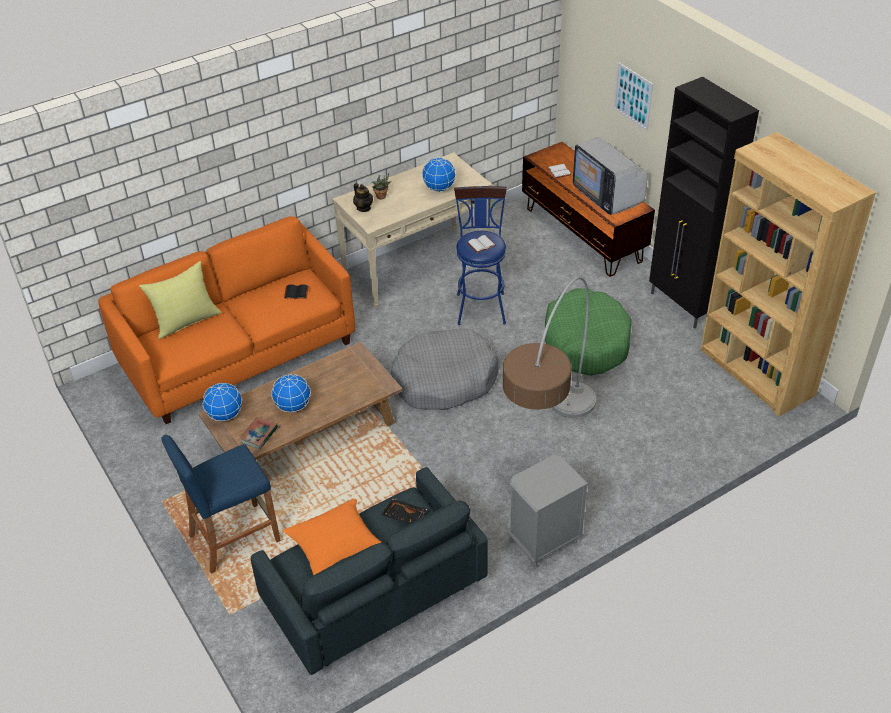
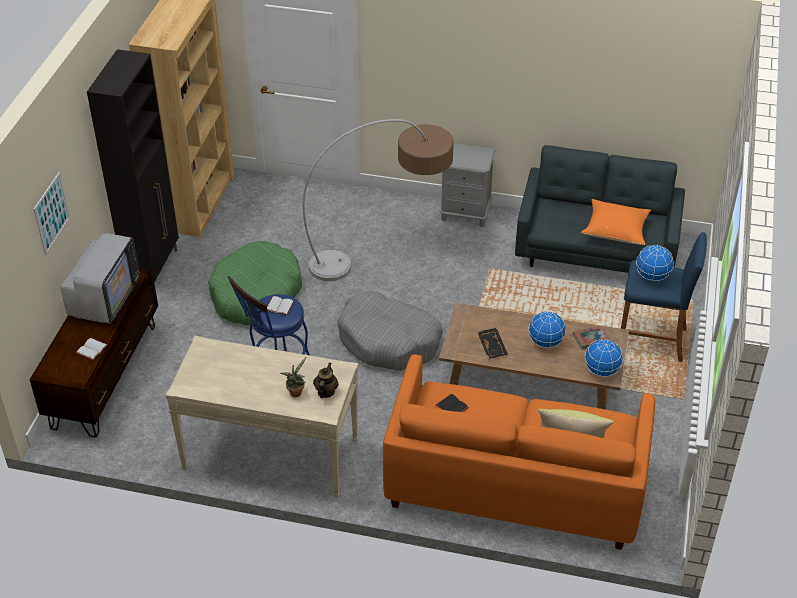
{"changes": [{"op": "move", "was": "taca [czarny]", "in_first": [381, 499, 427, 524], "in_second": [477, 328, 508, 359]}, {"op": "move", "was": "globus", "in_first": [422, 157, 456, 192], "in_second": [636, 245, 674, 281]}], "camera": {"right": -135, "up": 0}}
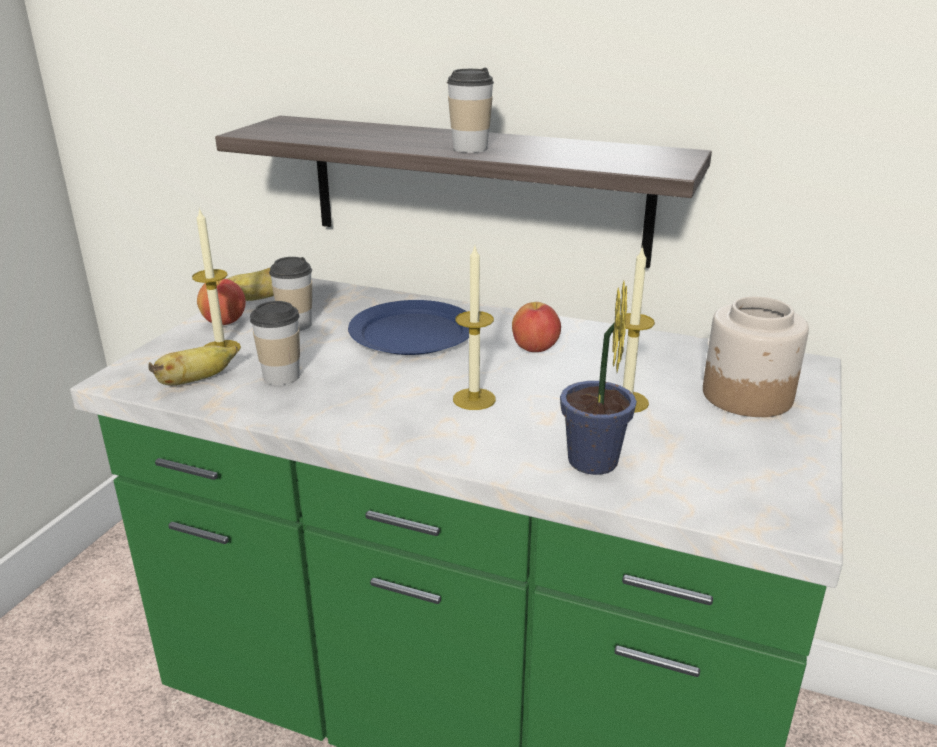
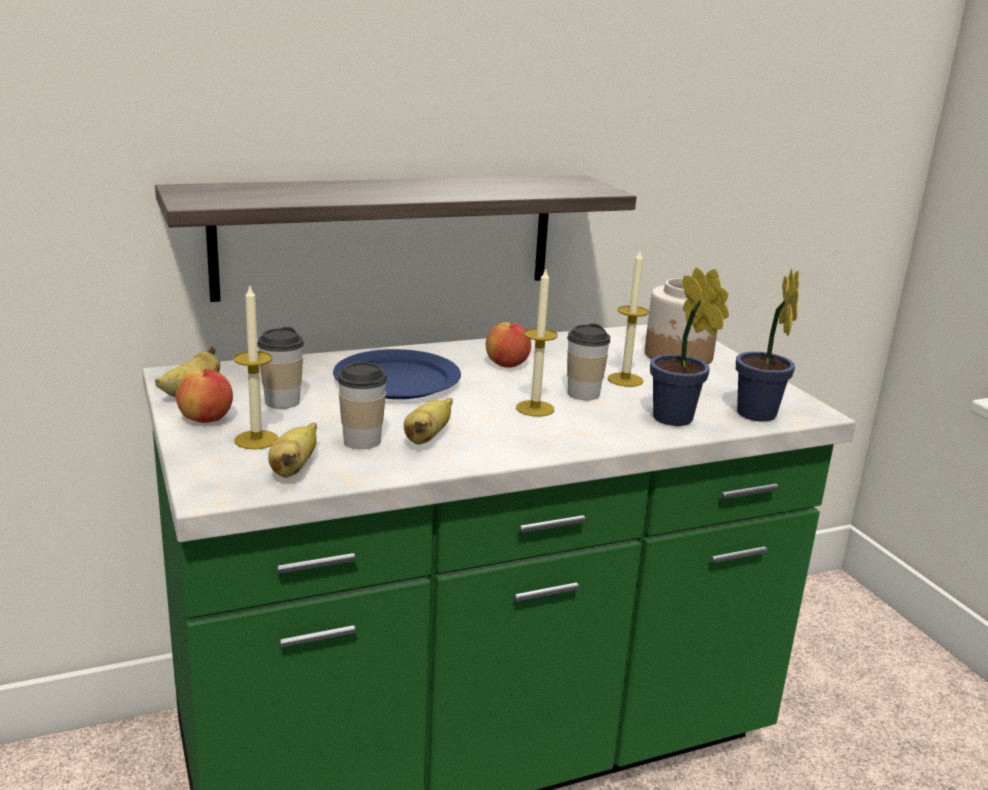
{"changes": [{"op": "insert", "now": "banan", "in_second": [404, 398, 453, 445]}, {"op": "insert", "now": "roślina doniczkowa", "in_second": [736, 269, 799, 422]}, {"op": "move", "was": "filiżanka", "in_first": [447, 68, 494, 153], "in_second": [567, 323, 610, 400]}], "camera": {"right": -45, "up": -5}}
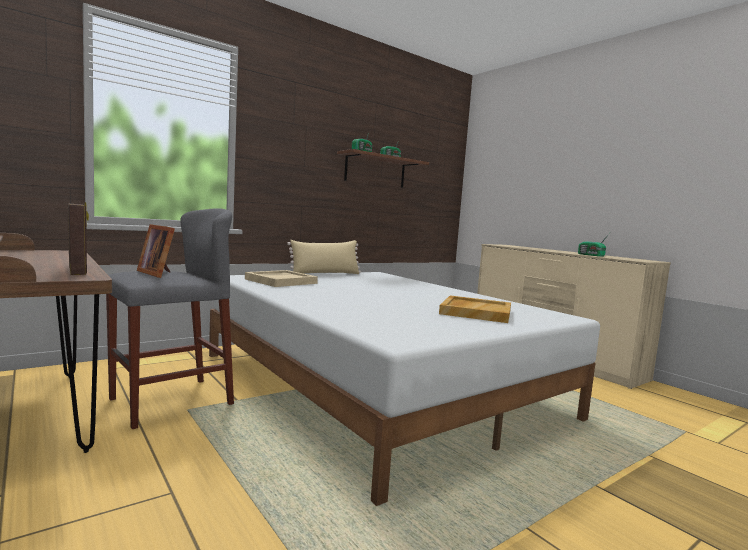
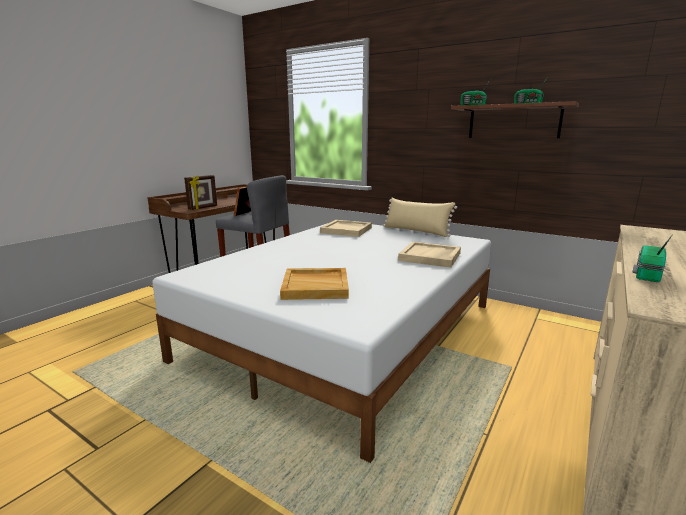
{"changes": [{"op": "insert", "now": "taca [beżowy]", "in_second": [398, 241, 461, 268]}], "camera": {"right": 70, "up": 10}}
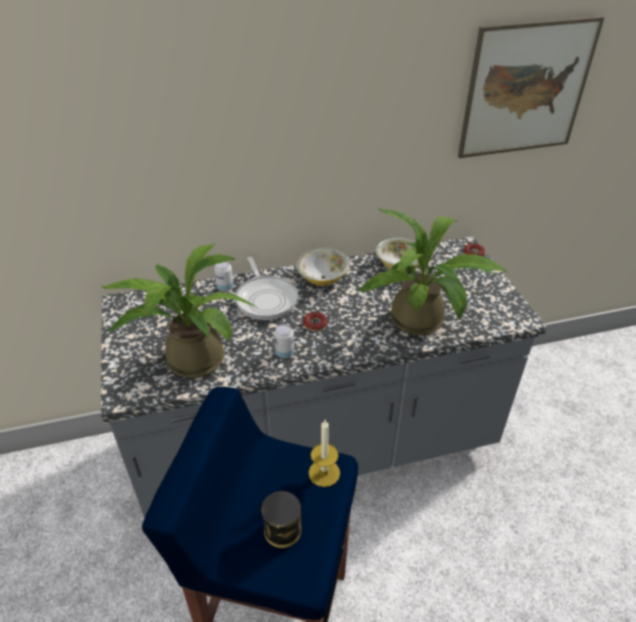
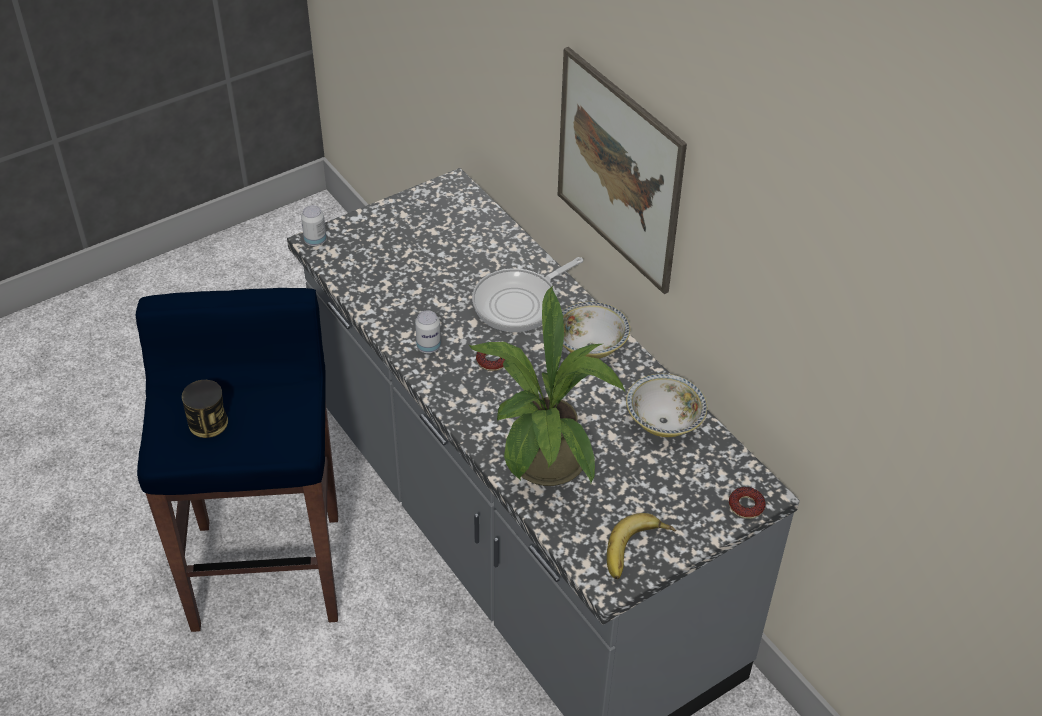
{"changes": [{"op": "delete", "was": "roślina doniczkowa", "in_first": [101, 244, 257, 378]}, {"op": "delete", "was": "świeca", "in_first": [309, 420, 340, 487]}, {"op": "insert", "now": "banan", "in_second": [607, 513, 676, 579]}, {"op": "move", "was": "puszka", "in_first": [214, 261, 234, 291], "in_second": [301, 205, 326, 246]}, {"op": "move", "was": "obraz", "in_first": [458, 16, 605, 158], "in_second": [558, 47, 687, 294]}], "camera": {"right": 70, "up": 5}}
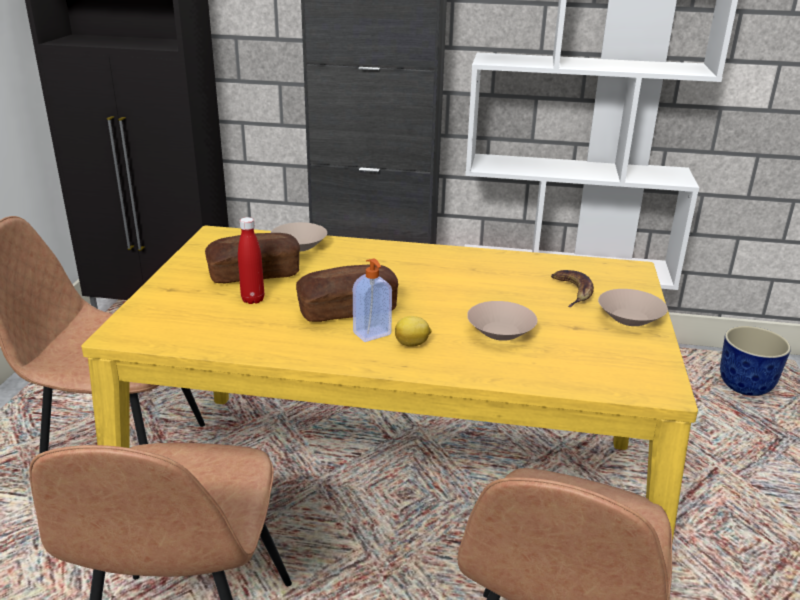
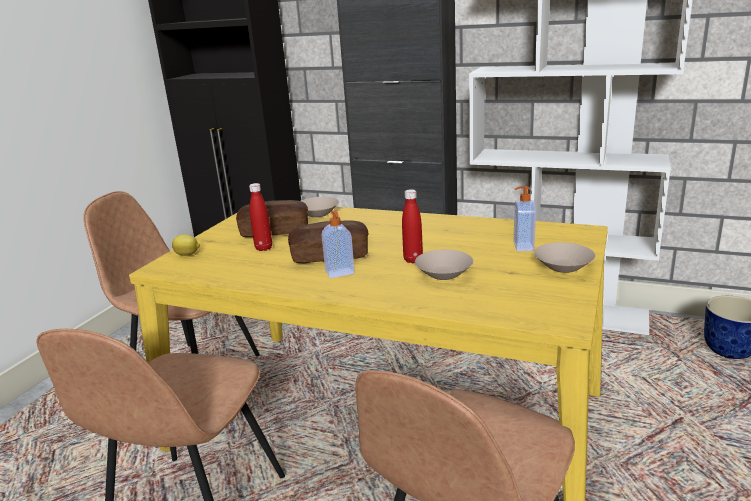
{"changes": [{"op": "insert", "now": "butelka [czerwony]", "in_second": [402, 189, 423, 263]}, {"op": "move", "was": "cytryna", "in_first": [395, 316, 431, 347], "in_second": [172, 234, 200, 256]}, {"op": "replace", "was": "banan", "now": "dozownik mydła", "in_first": [551, 270, 594, 307], "in_second": [514, 186, 536, 251]}], "camera": {"right": 15, "up": -5}}
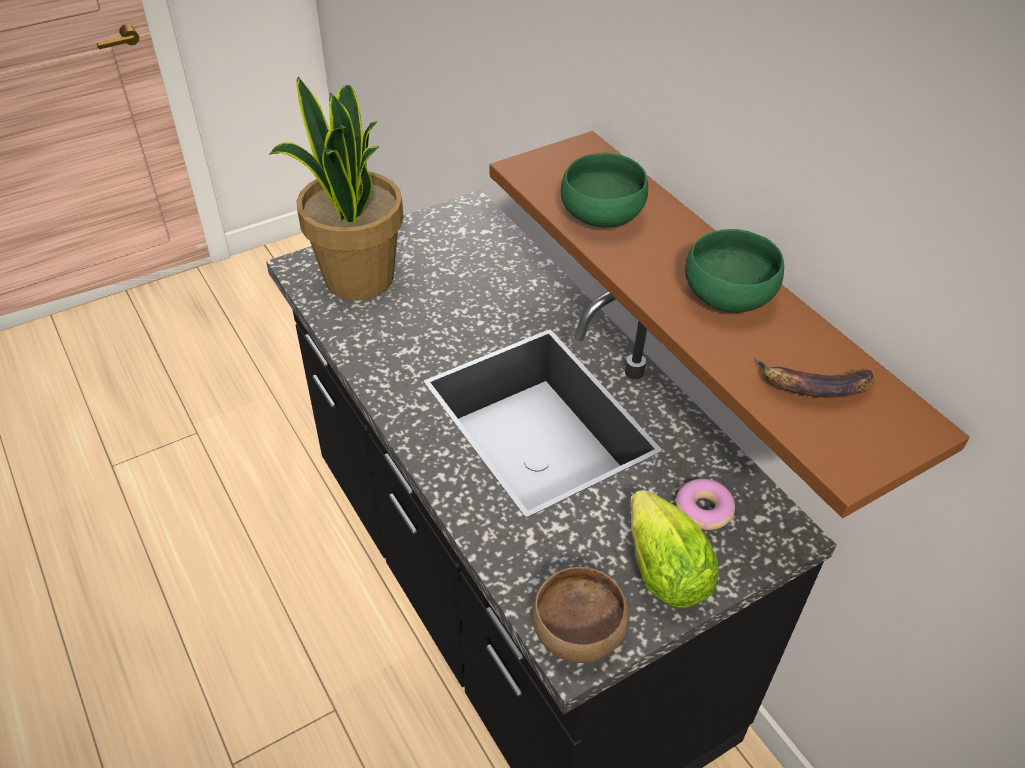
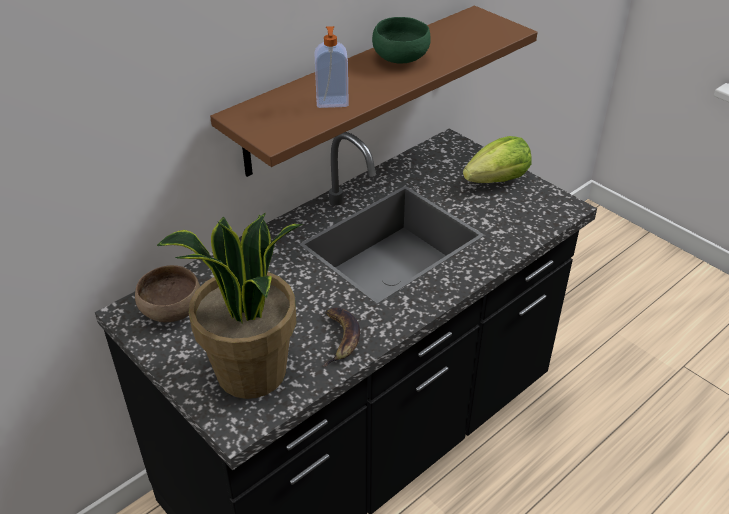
{"changes": [{"op": "delete", "was": "donut", "in_first": [675, 479, 735, 530]}, {"op": "move", "was": "miska [brązowy]", "in_first": [532, 567, 629, 663], "in_second": [135, 265, 200, 322]}, {"op": "move", "was": "banan", "in_first": [755, 358, 875, 398], "in_second": [323, 308, 360, 367]}, {"op": "replace", "was": "miska [zielony]", "now": "dozownik mydła", "in_first": [561, 153, 648, 227], "in_second": [314, 26, 349, 108]}], "camera": {"right": -100, "up": -5}}
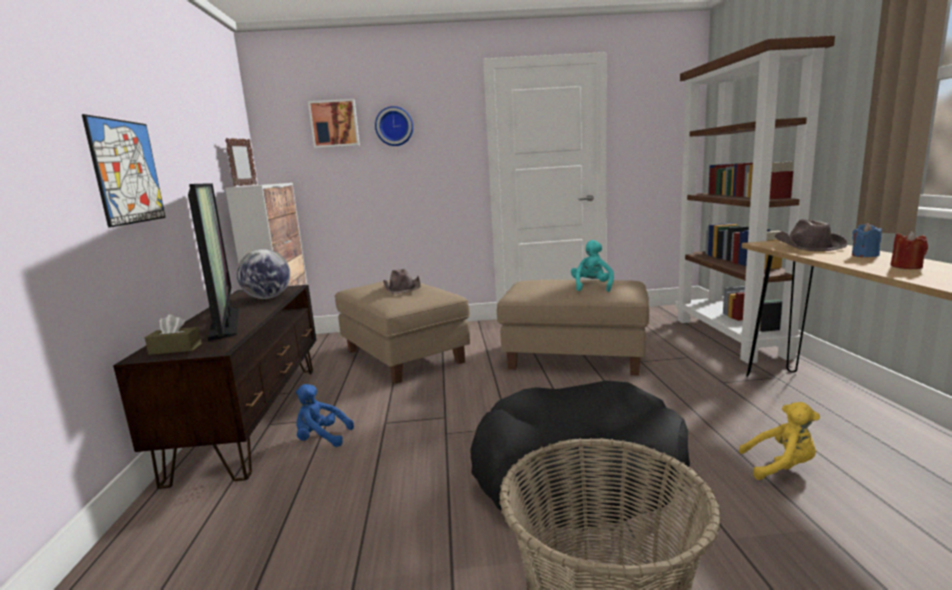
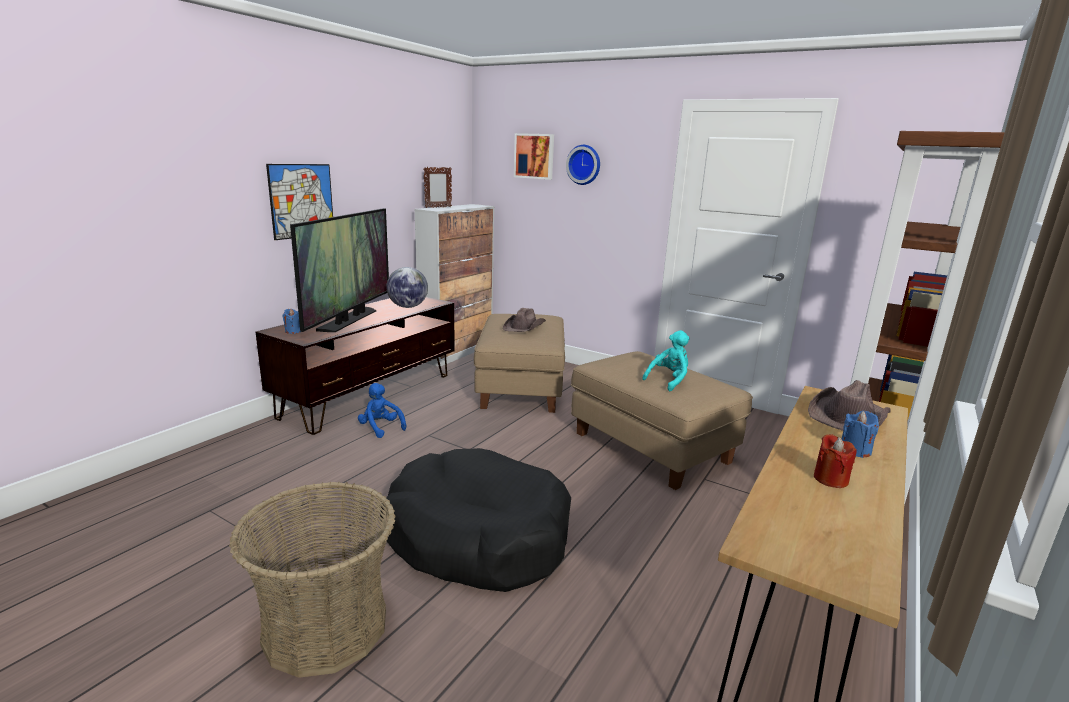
{"changes": [{"op": "delete", "was": "pluszak [żółty]", "in_first": [739, 402, 820, 480]}, {"op": "replace", "was": "pudełko chusteczek [brązowy]", "now": "świeca [niebieski]", "in_first": [145, 314, 202, 355], "in_second": [282, 309, 300, 334]}], "camera": {"right": 35, "up": 5}}
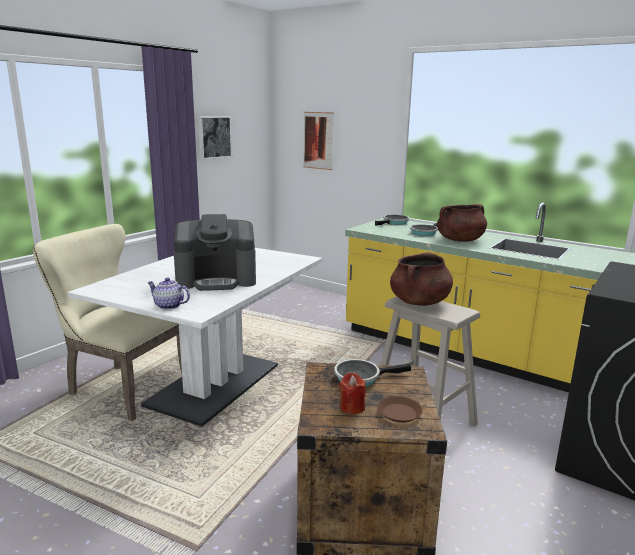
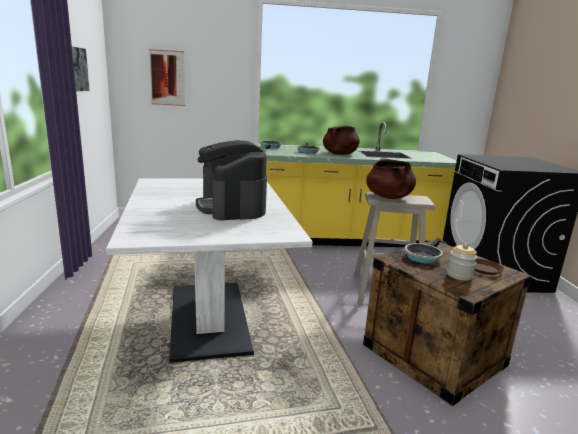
{"changes": [{"op": "delete", "was": "krzesło [beżowy]", "in_first": [33, 224, 182, 421]}, {"op": "delete", "was": "imbryk", "in_first": [147, 278, 190, 310]}, {"op": "replace", "was": "świeca [czerwony]", "now": "słoik", "in_first": [339, 373, 366, 414], "in_second": [447, 244, 478, 281]}, {"op": "rotate", "was": "ekspres do kawy", "in_first": [174, 214, 256, 291], "in_second": [196, 140, 267, 220], "clockwise": 120}], "camera": {"right": -40, "up": 0}}
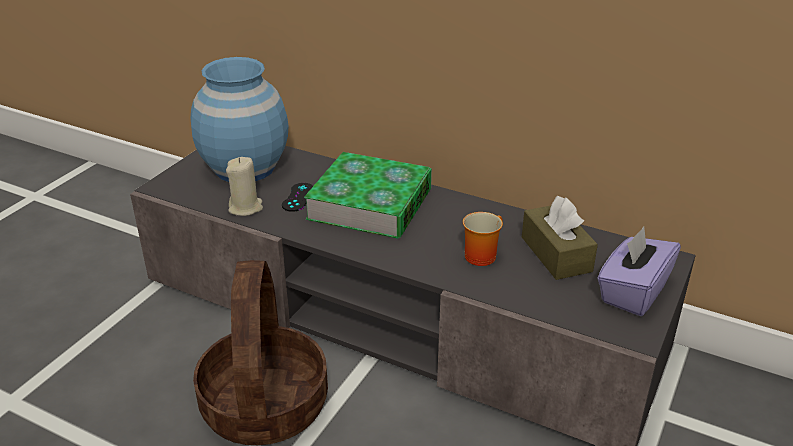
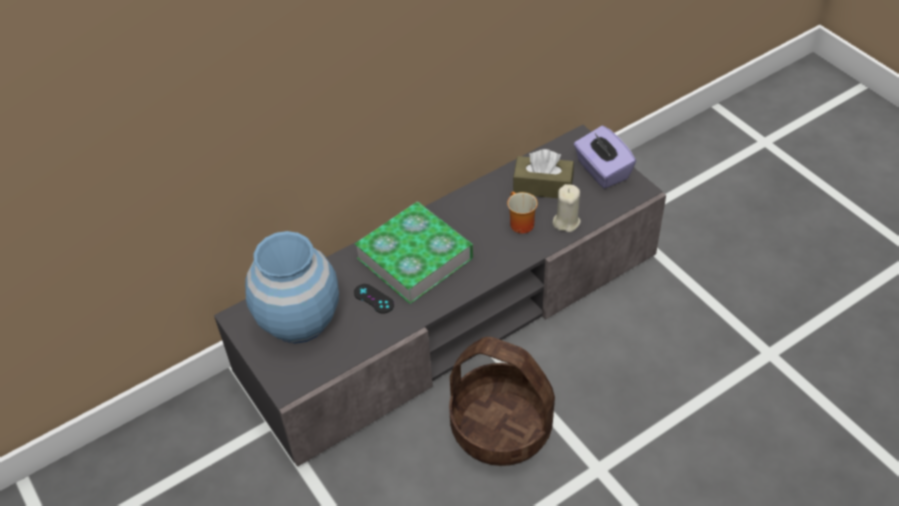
{"changes": [{"op": "move", "was": "świeca [beżowy]", "in_first": [226, 157, 263, 216], "in_second": [553, 184, 581, 232]}], "camera": {"right": -60, "up": 15}}
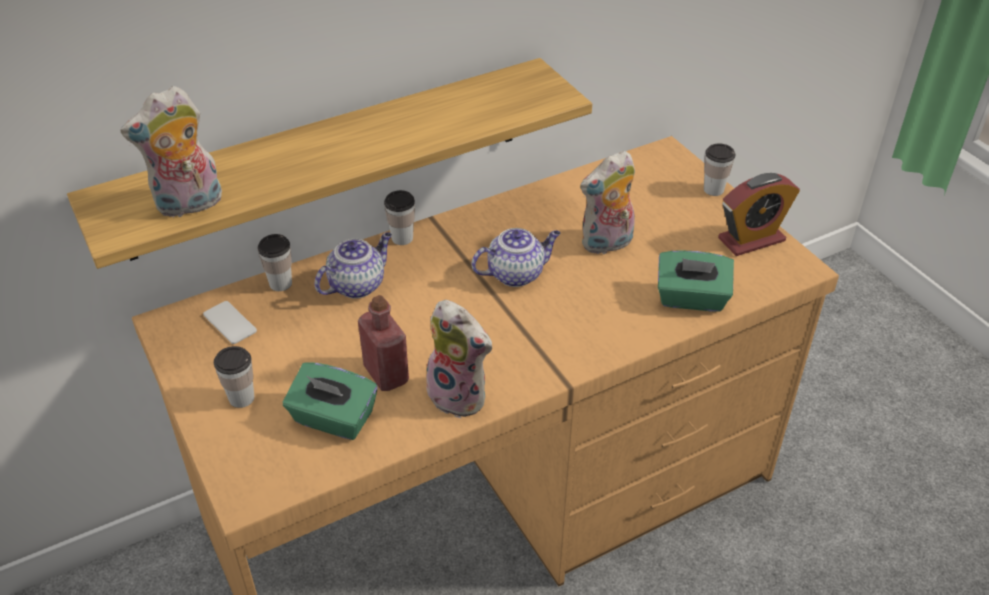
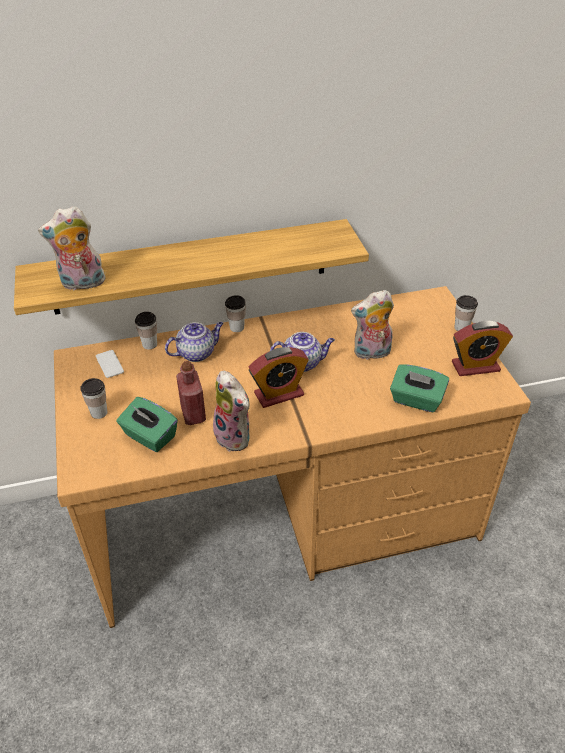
{"changes": [{"op": "insert", "now": "budzik", "in_second": [249, 347, 308, 408]}], "camera": {"right": 15, "up": 0}}
